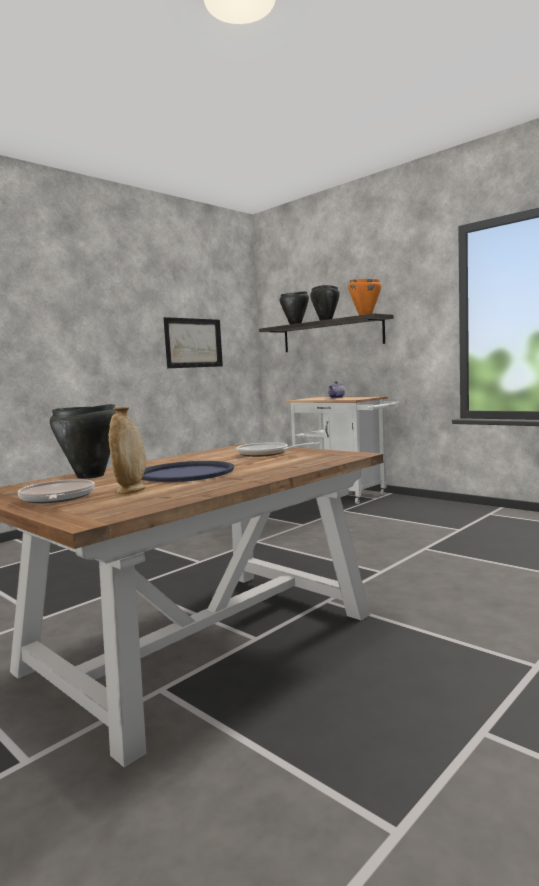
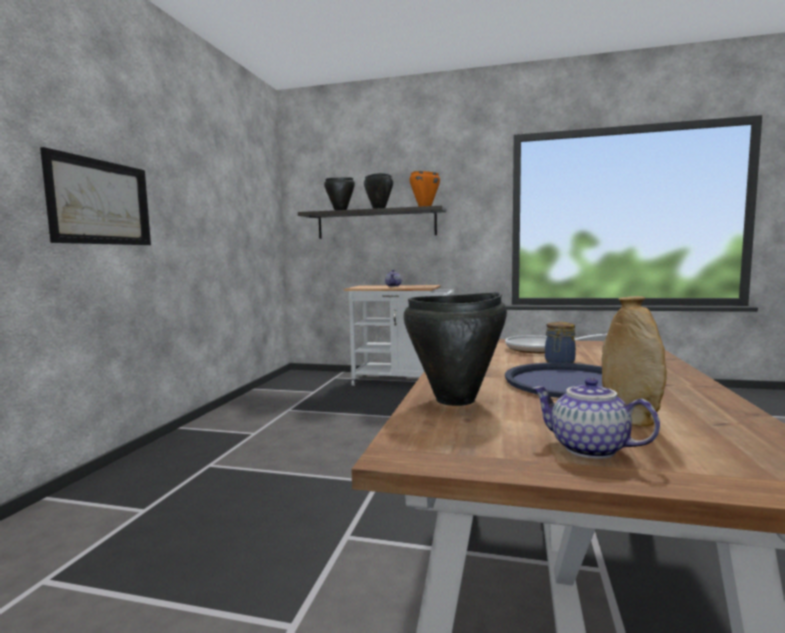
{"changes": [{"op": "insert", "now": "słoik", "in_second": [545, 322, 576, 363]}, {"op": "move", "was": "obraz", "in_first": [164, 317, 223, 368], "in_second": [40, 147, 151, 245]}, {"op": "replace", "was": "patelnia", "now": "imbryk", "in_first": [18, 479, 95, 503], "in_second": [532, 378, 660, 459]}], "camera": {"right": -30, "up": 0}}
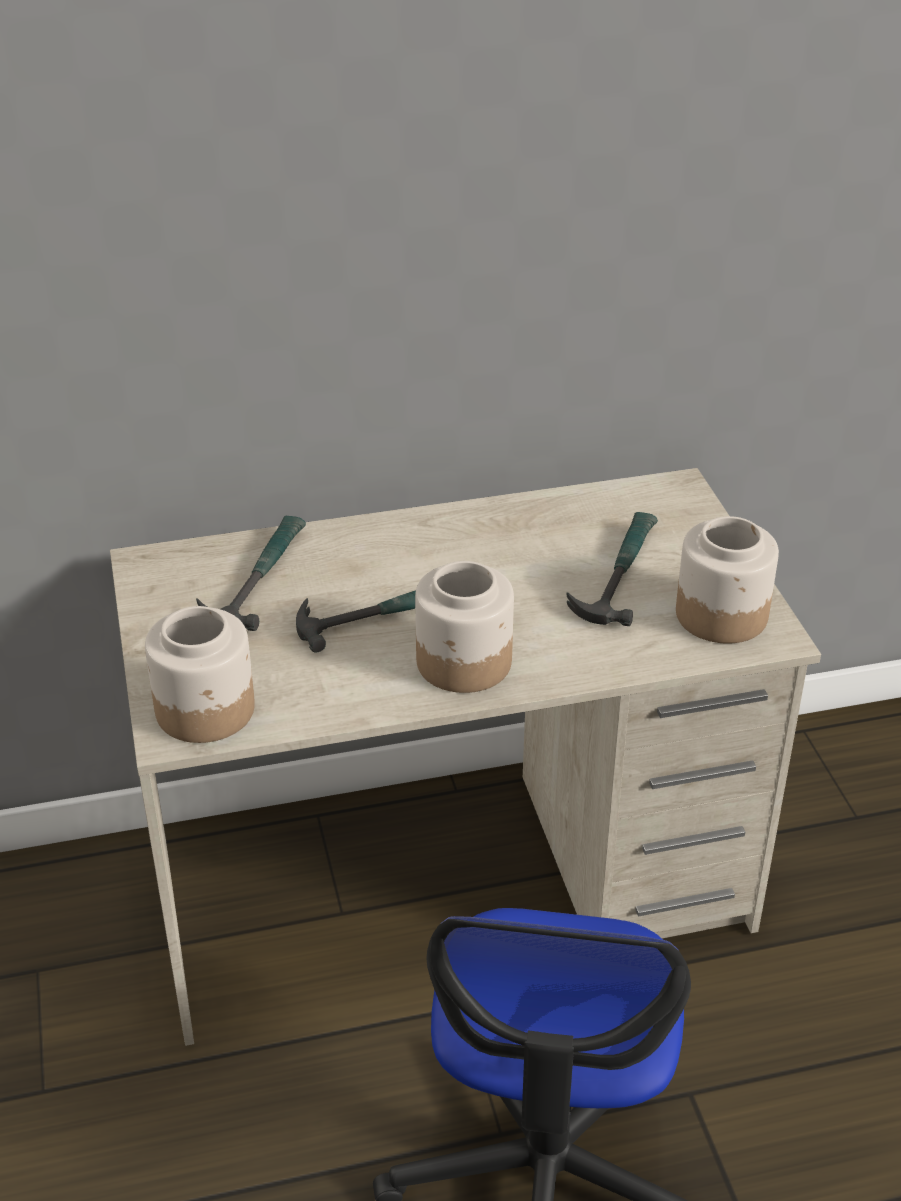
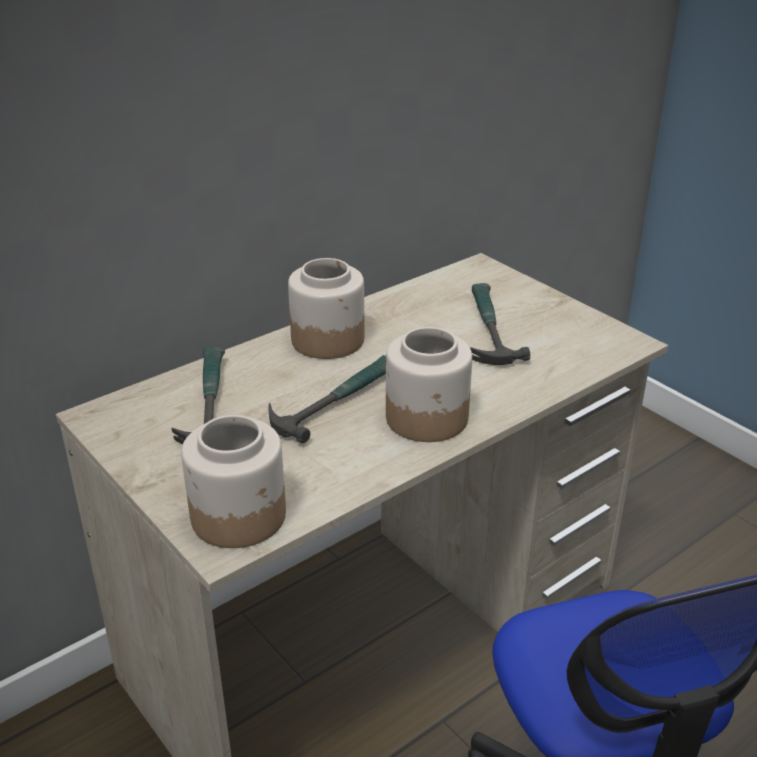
{"changes": [{"op": "move", "was": "słoik", "in_first": [676, 516, 779, 644], "in_second": [288, 258, 365, 359]}], "camera": {"right": -25, "up": -5}}
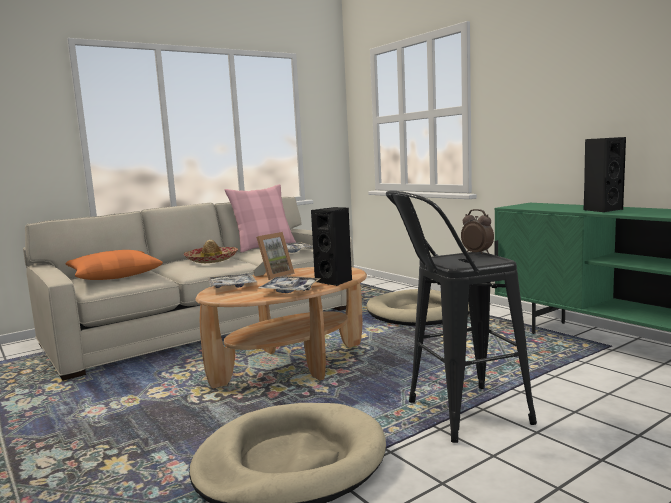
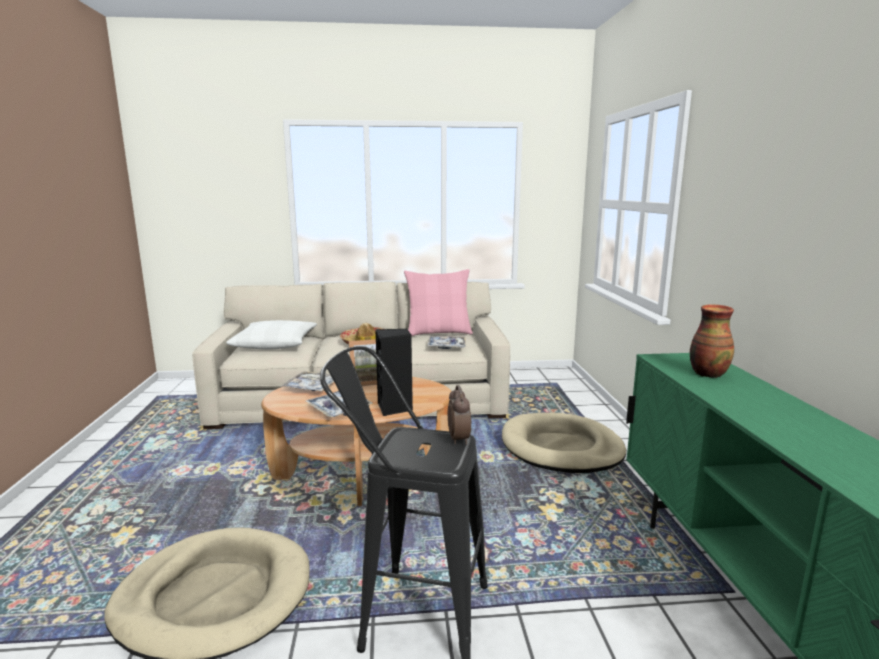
{"changes": [{"op": "delete", "was": "głośnik [czarny]", "in_first": [584, 137, 626, 212]}, {"op": "insert", "now": "wazon", "in_second": [690, 305, 734, 378]}, {"op": "recolor", "was": "poduszka [pomarańczowy]", "now": "poduszka [biały]", "in_first": [66, 250, 163, 280], "in_second": [226, 320, 317, 350]}], "camera": {"right": 30, "up": 5}}
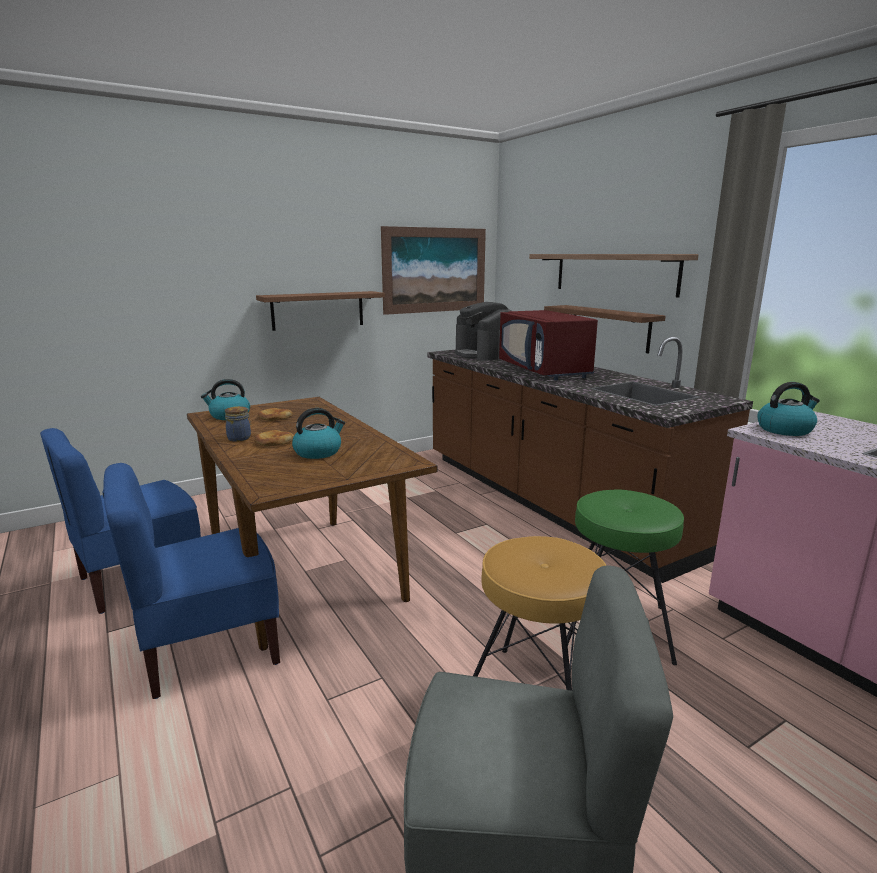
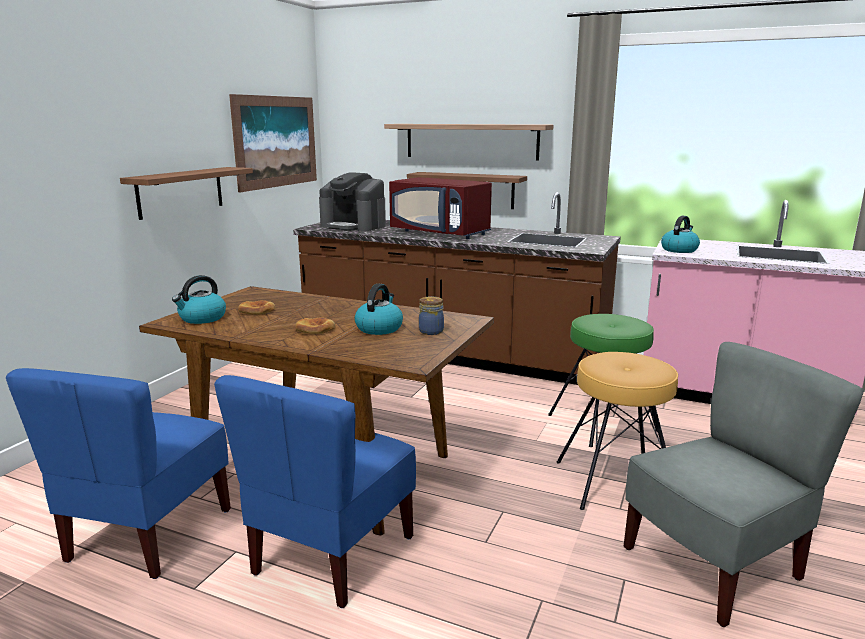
{"changes": [{"op": "move", "was": "słoik", "in_first": [225, 406, 251, 442], "in_second": [419, 296, 444, 335]}], "camera": {"right": -35, "up": 0}}
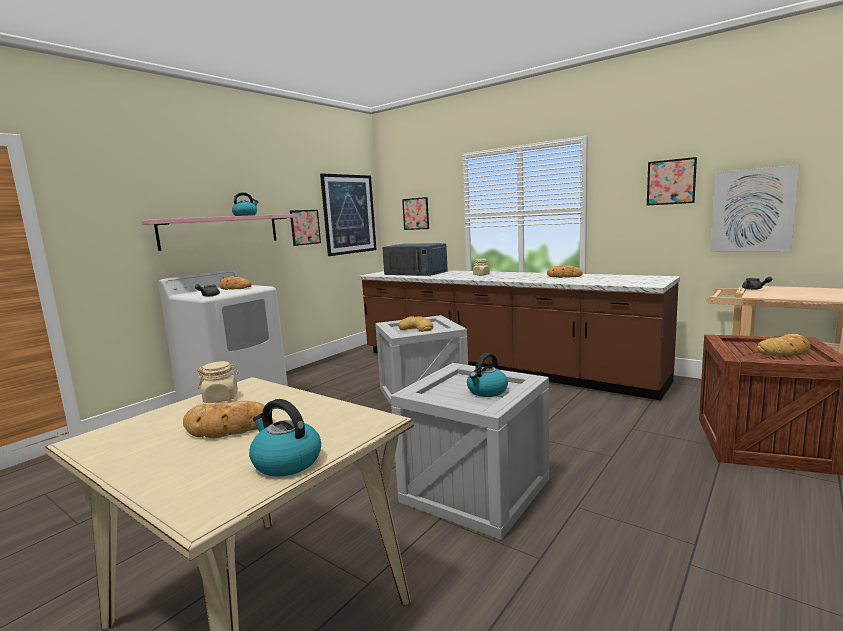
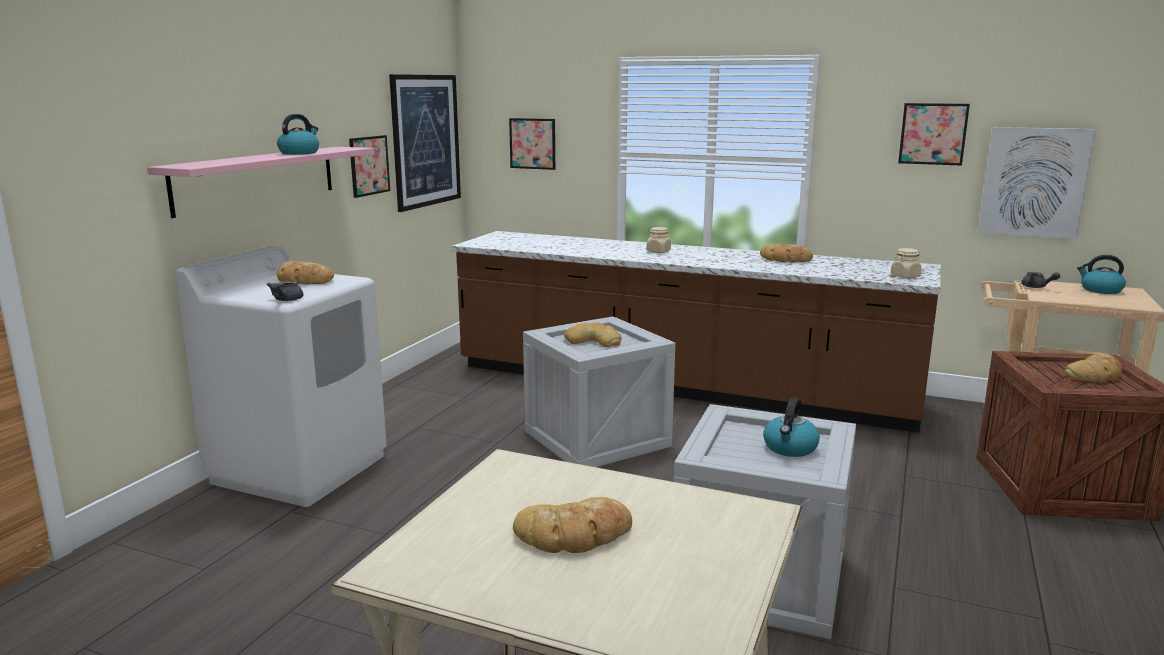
{"changes": [{"op": "delete", "was": "mikrofalówka [niebieski]", "in_first": [382, 243, 448, 276]}, {"op": "move", "was": "słoik [beżowy]", "in_first": [197, 361, 239, 403], "in_second": [891, 248, 922, 278]}, {"op": "move", "was": "czajnik", "in_first": [249, 399, 321, 477], "in_second": [1077, 255, 1126, 294]}], "camera": {"right": -15, "up": 5}}
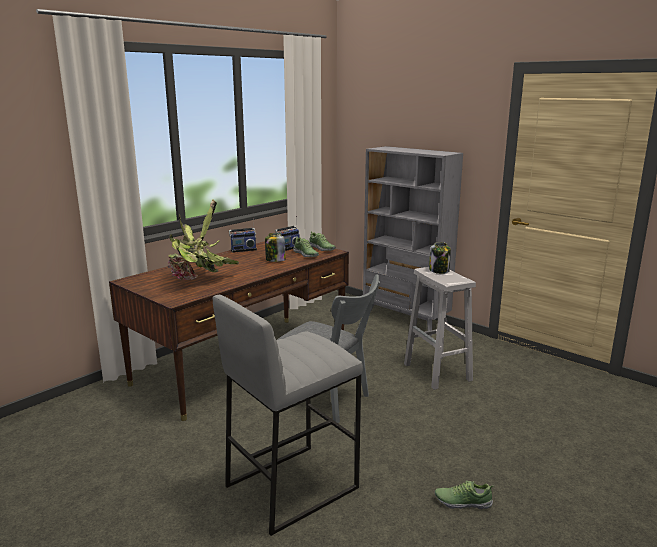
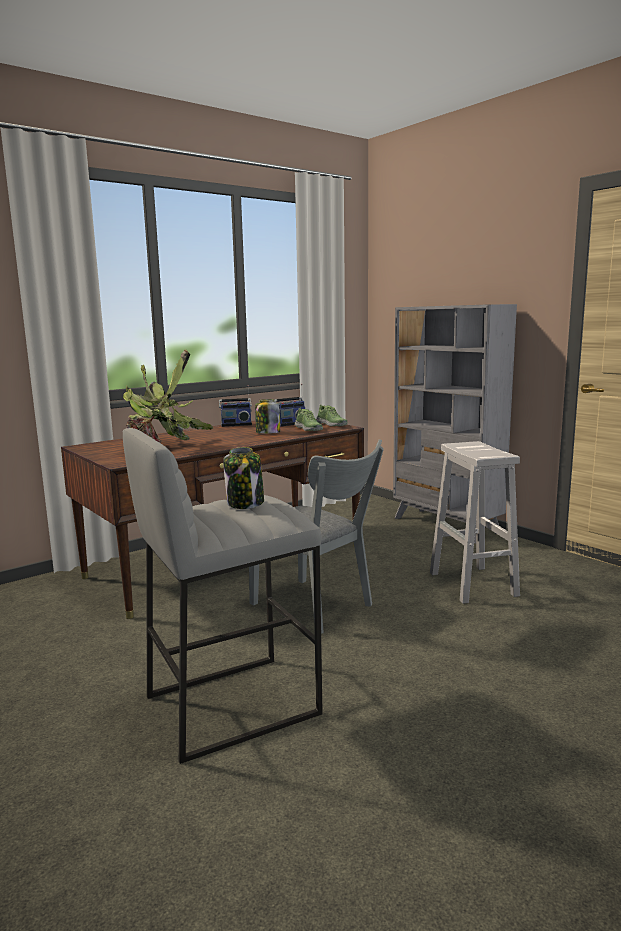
{"changes": [{"op": "delete", "was": "but", "in_first": [435, 480, 494, 509]}, {"op": "move", "was": "słoik", "in_first": [429, 242, 451, 274], "in_second": [223, 447, 264, 509]}], "camera": {"right": 10, "up": -5}}
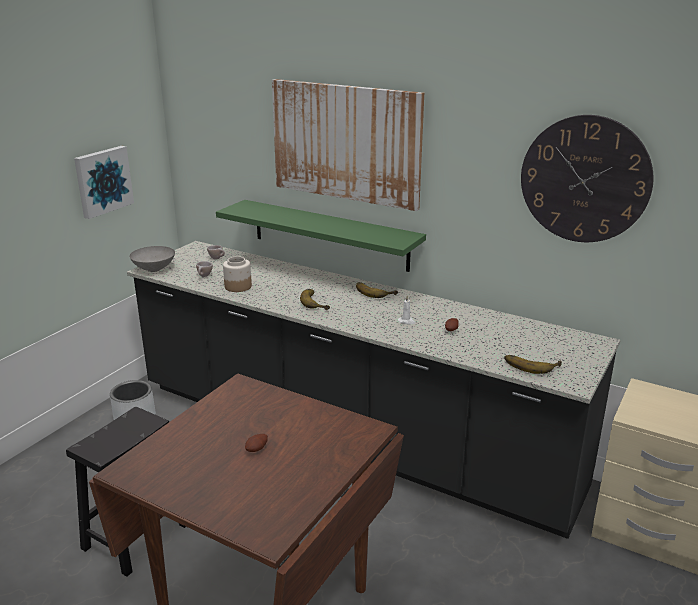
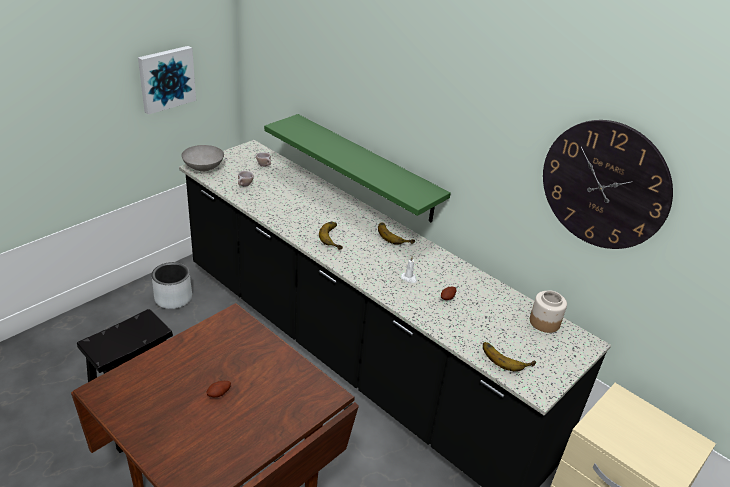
{"changes": [{"op": "delete", "was": "obraz", "in_first": [272, 79, 424, 211]}, {"op": "move", "was": "słoik", "in_first": [223, 256, 252, 292], "in_second": [530, 291, 567, 333]}], "camera": {"right": 10, "up": 10}}
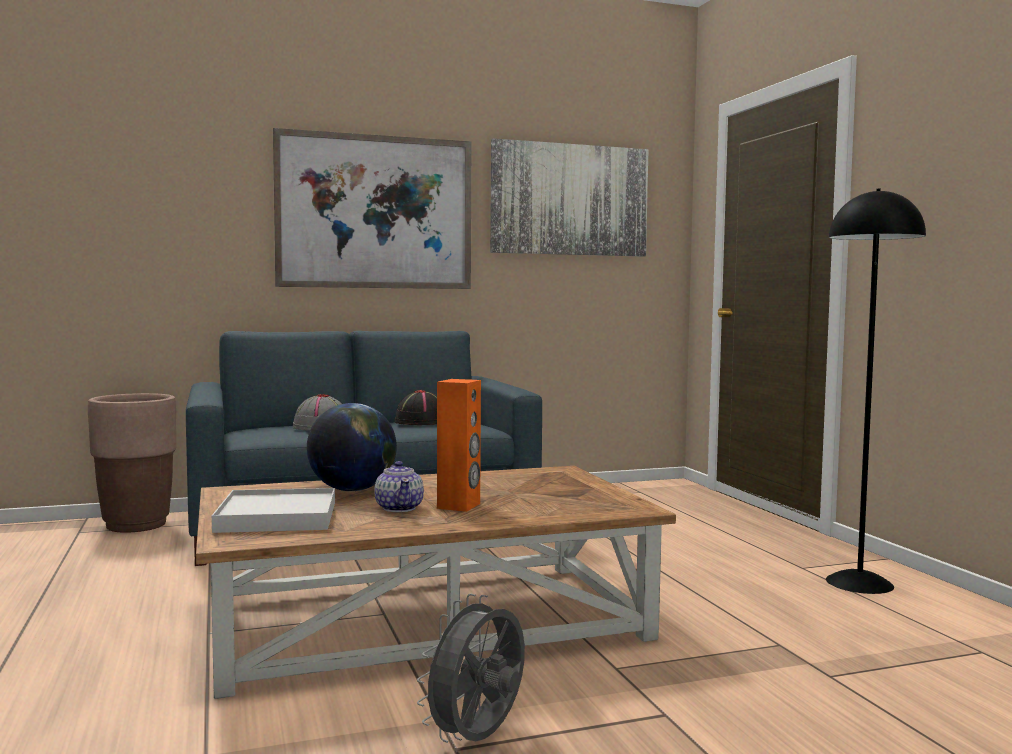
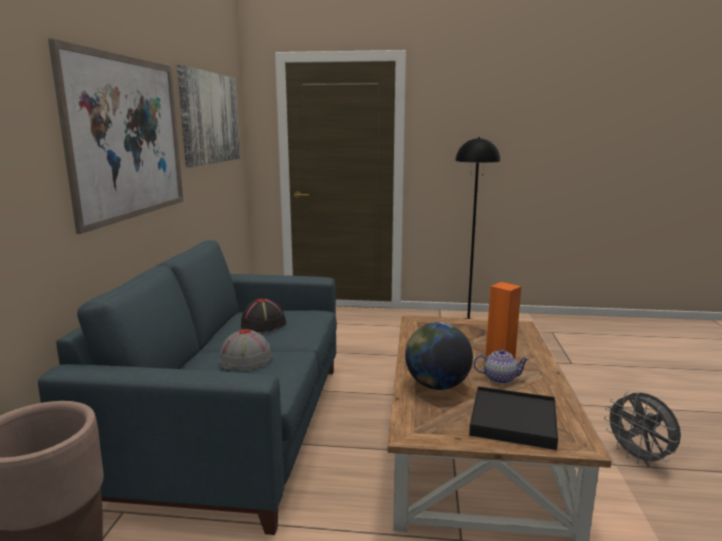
{"changes": [{"op": "recolor", "was": "taca [biały]", "now": "taca [czarny]", "in_first": [212, 488, 335, 533], "in_second": [469, 386, 558, 450]}], "camera": {"right": -65, "up": 10}}
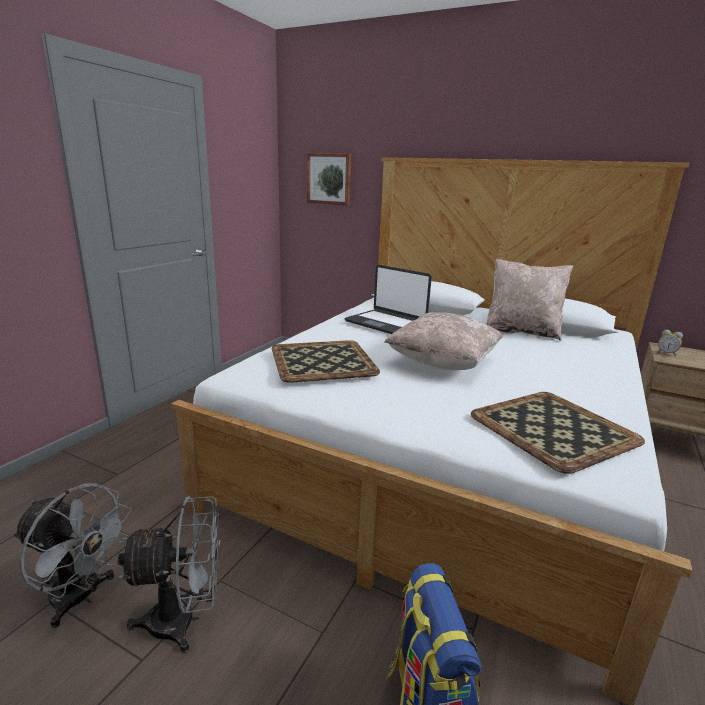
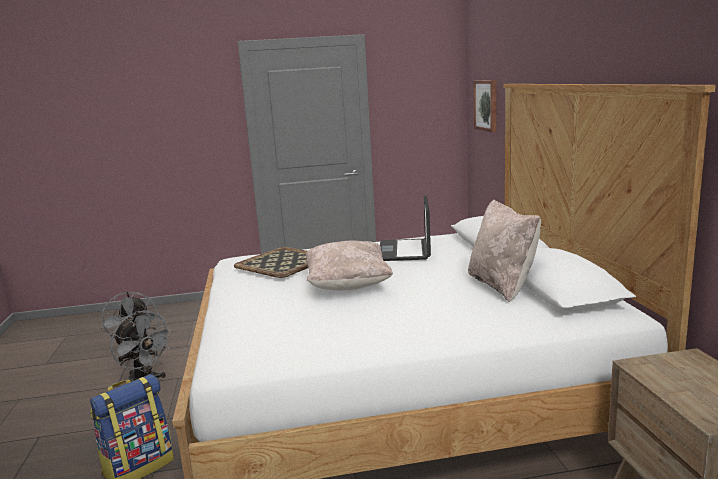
{"changes": [{"op": "delete", "was": "taca", "in_first": [471, 392, 645, 474]}, {"op": "delete", "was": "budzik", "in_first": [657, 329, 683, 356]}], "camera": {"right": 55, "up": -5}}
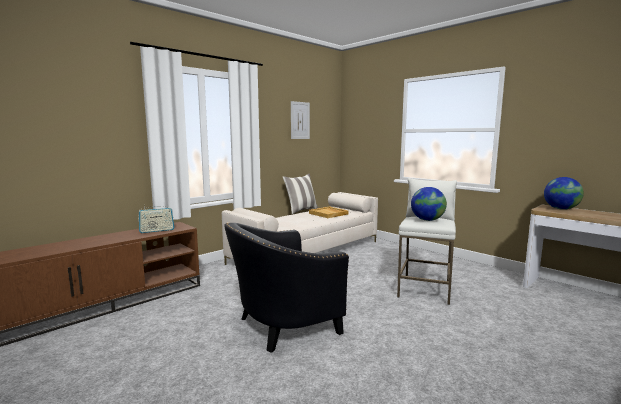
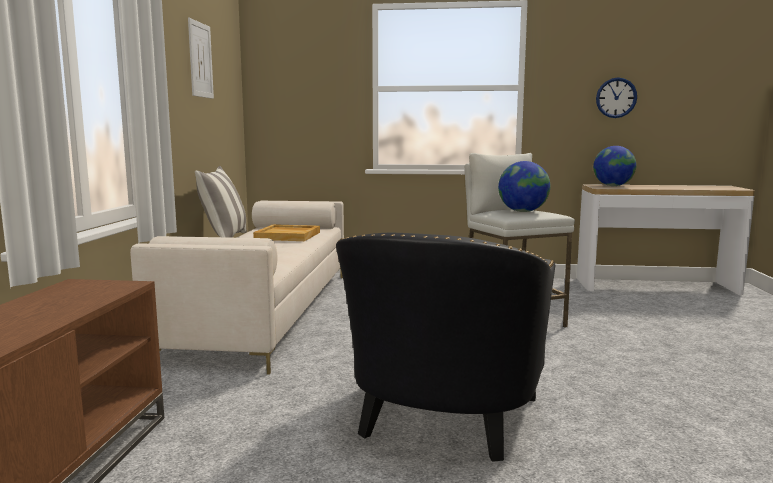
{"changes": [{"op": "delete", "was": "radio", "in_first": [138, 205, 175, 233]}, {"op": "insert", "now": "zegar ścienny", "in_second": [596, 77, 637, 118]}], "camera": {"right": -40, "up": 0}}
